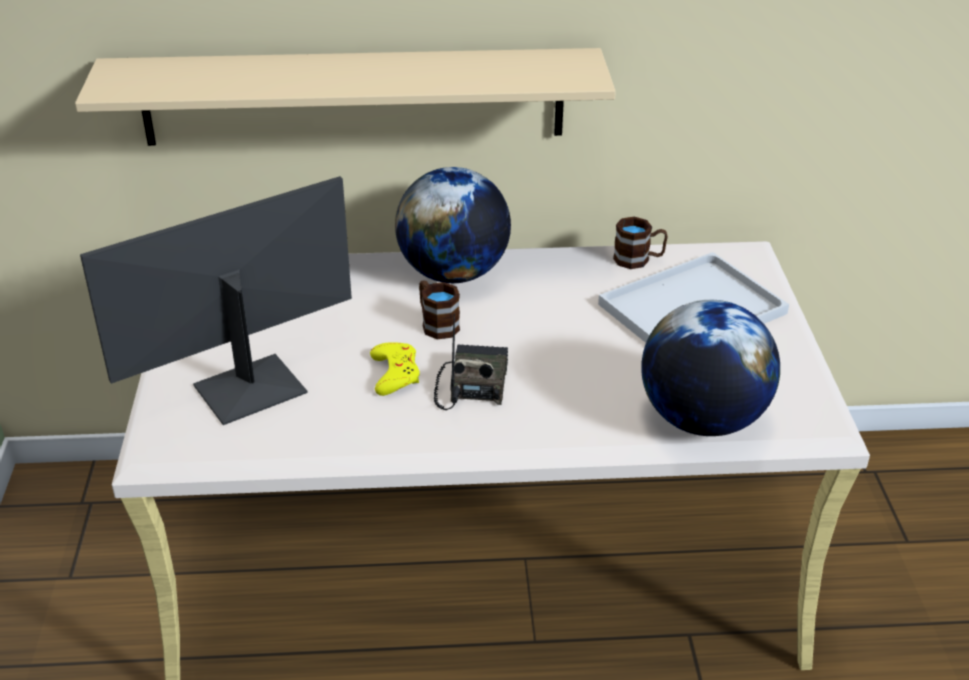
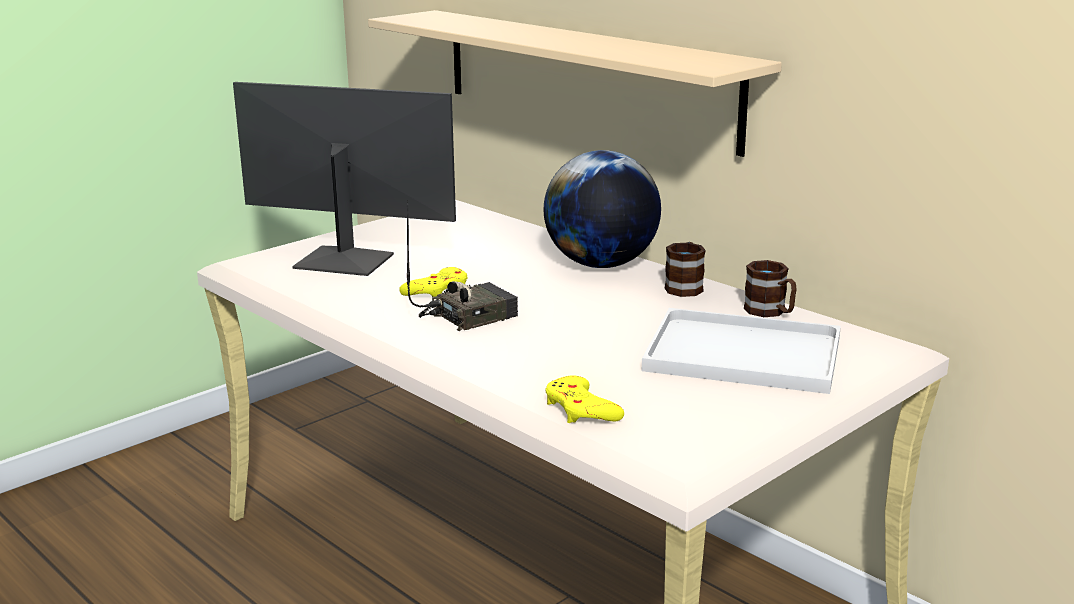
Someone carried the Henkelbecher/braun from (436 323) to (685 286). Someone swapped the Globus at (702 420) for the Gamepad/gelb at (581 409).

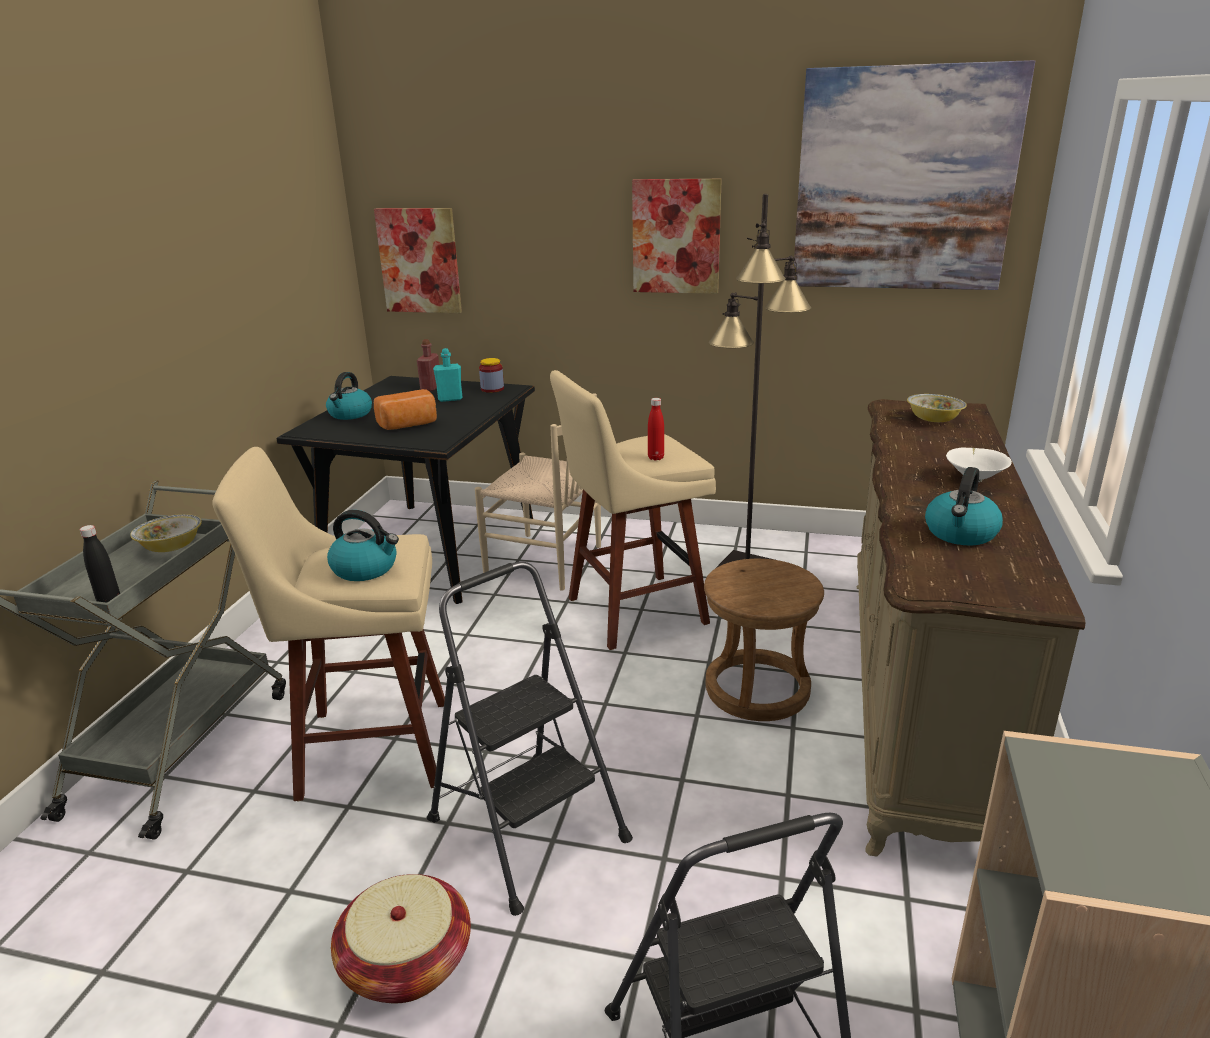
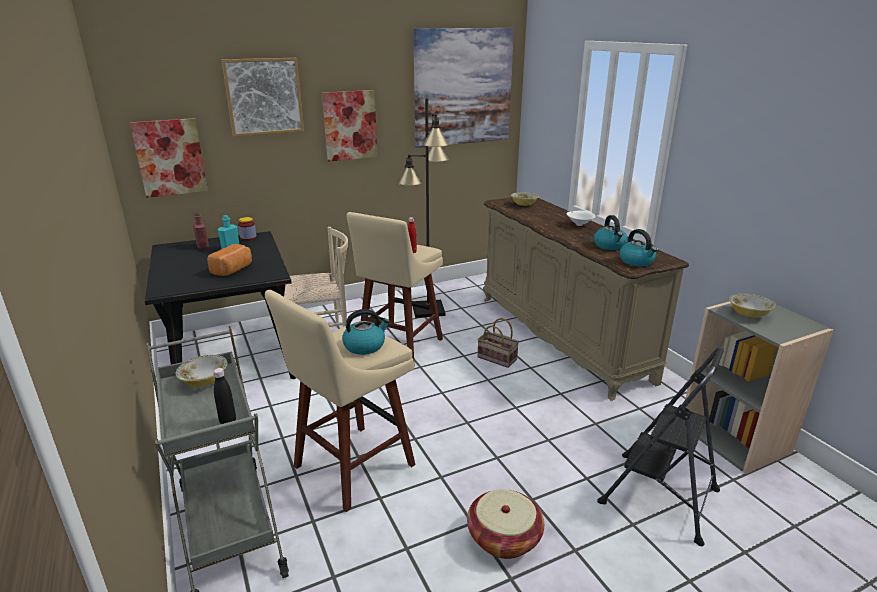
Someone took away the Trittleiter/schwarz at (524 823). Someone put up the Bild at (264 96). Someone put down the Schüssel at (748 314). Someone carried the Wasserkessel from (350 414) to (637 261). Someone swapped the Hocker/braun at (758 689) for the Korb at (498 358).

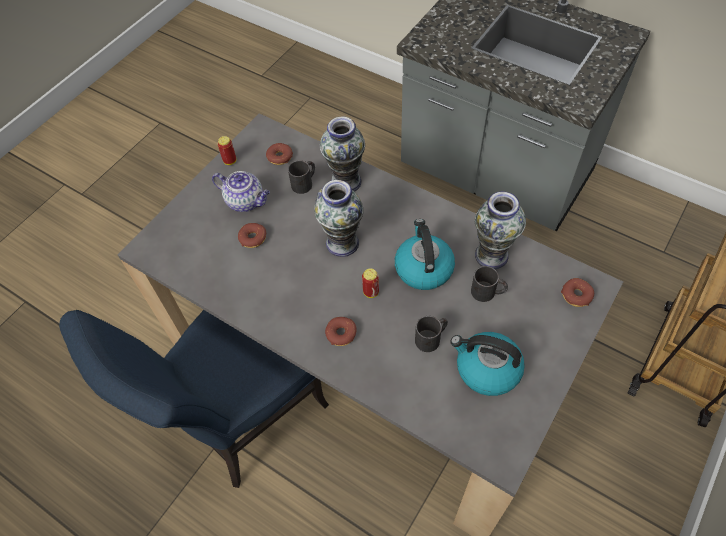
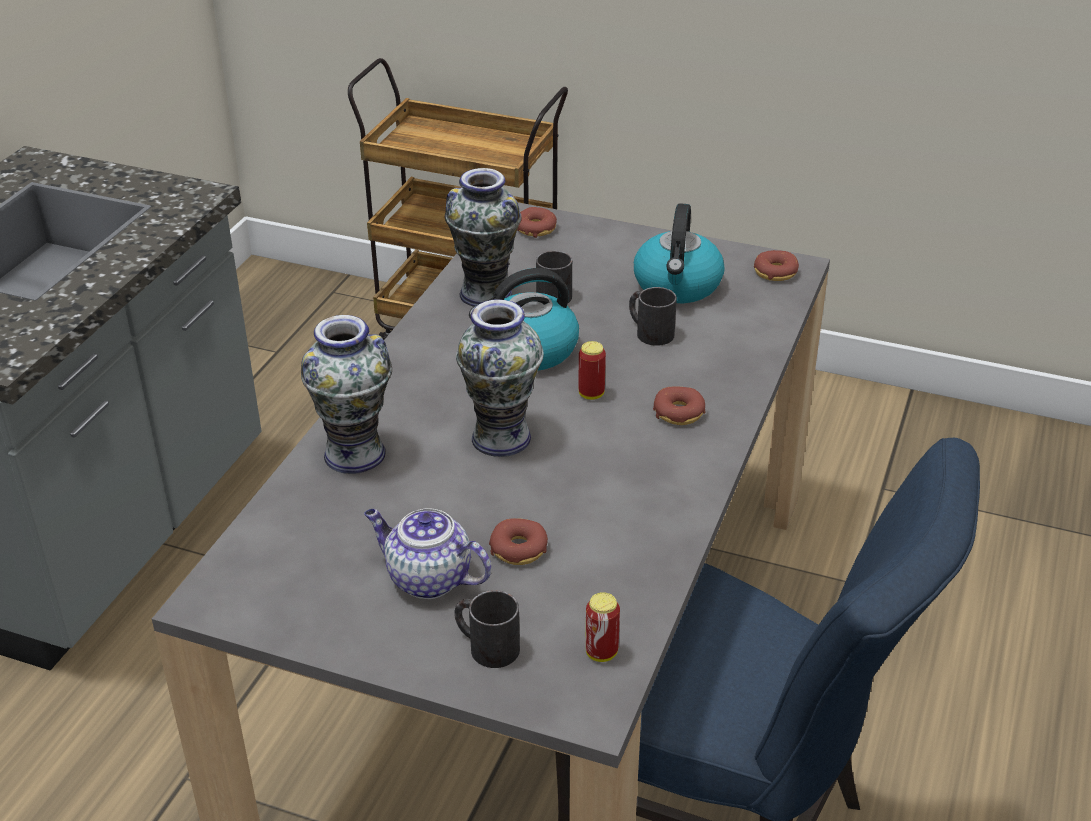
Someone carried the Dose from (230 161) to (601 653). Someone carried the Donut from (279 157) to (775 272). Someone carried the Henkelbecher/schwarz from (305 182) to (486 645). Someone rotated the Teekanne at (246 201) by 75 degrees counterclockwise.

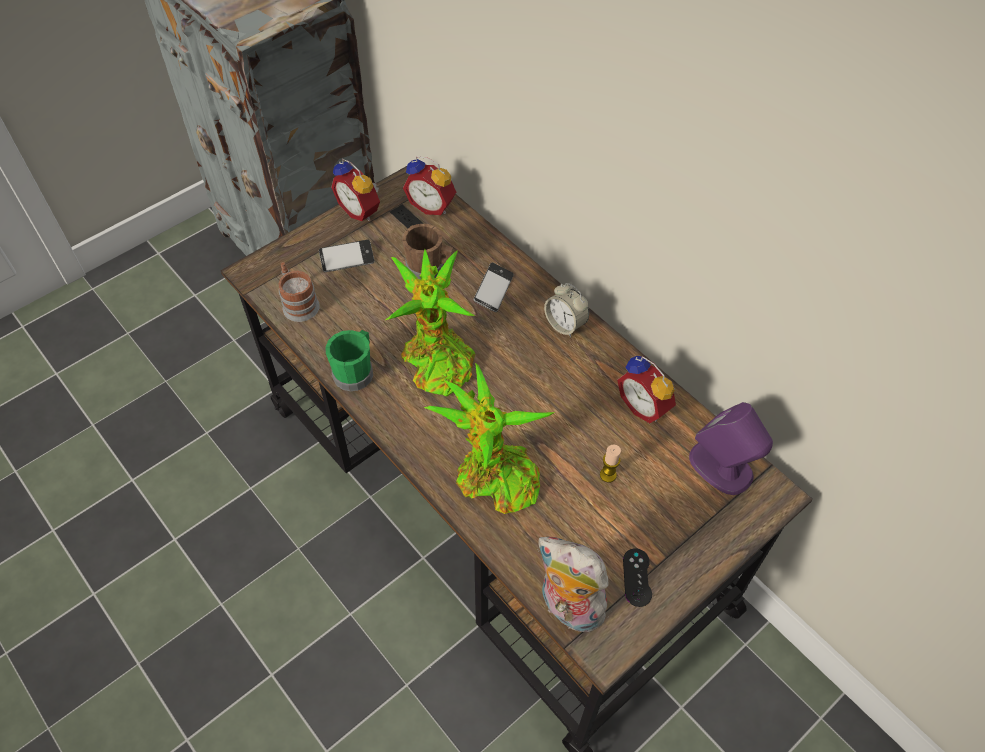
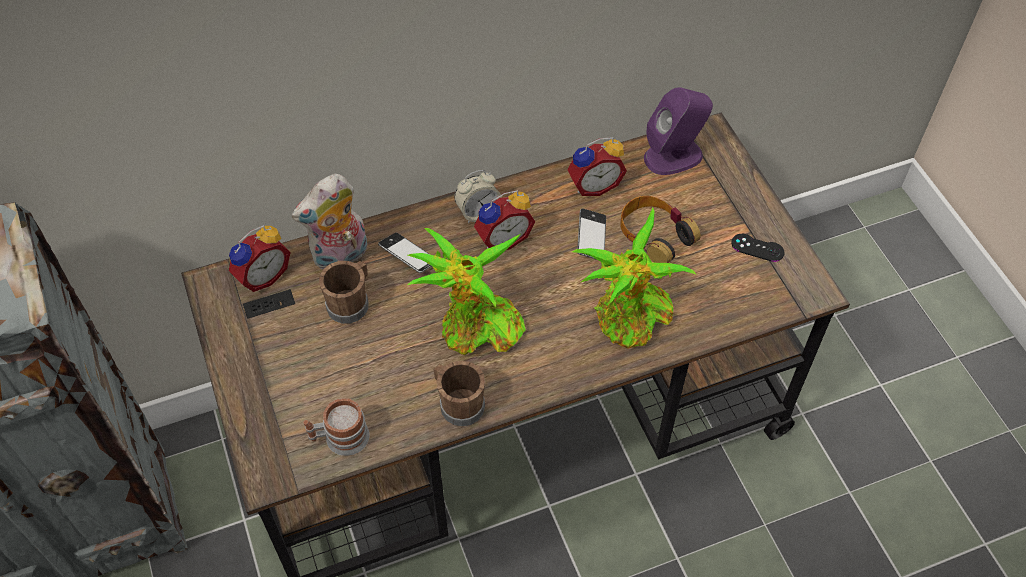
Someone carried the Handy from (347 259) to (591 237). Someone carried the Wecker from (361 210) to (502 238). Someone carried the Plüschtier from (567 608) to (340 256). Someone swapped the Kerze at (608 475) for the Kopfhörer at (655 235). Someone repainted the Henkelbecher/grün at (355 371), which became the Henkelbecher/braun at (458 403).

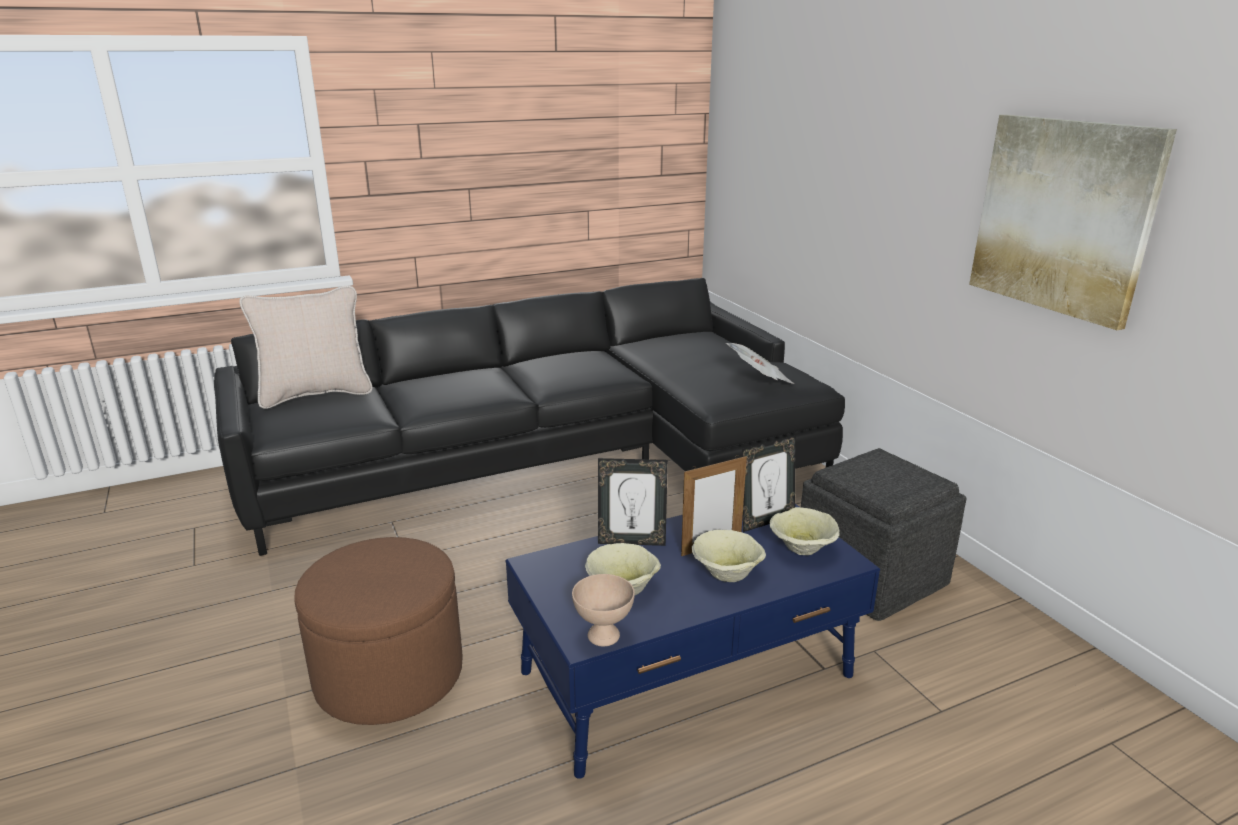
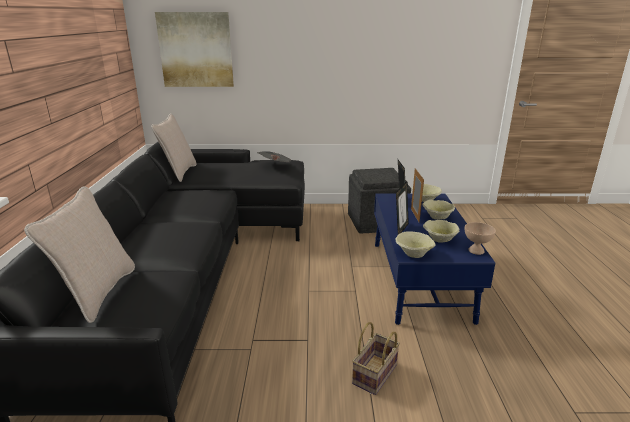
Someone put down the Kissen/beige at (179 173). Someone put down the Schüssel/beige at (414 253). Someone carried the Bild from (1063 216) to (196 50). Someone swapped the Polsterhocker/braun at (389 675) for the Korb at (375 375).

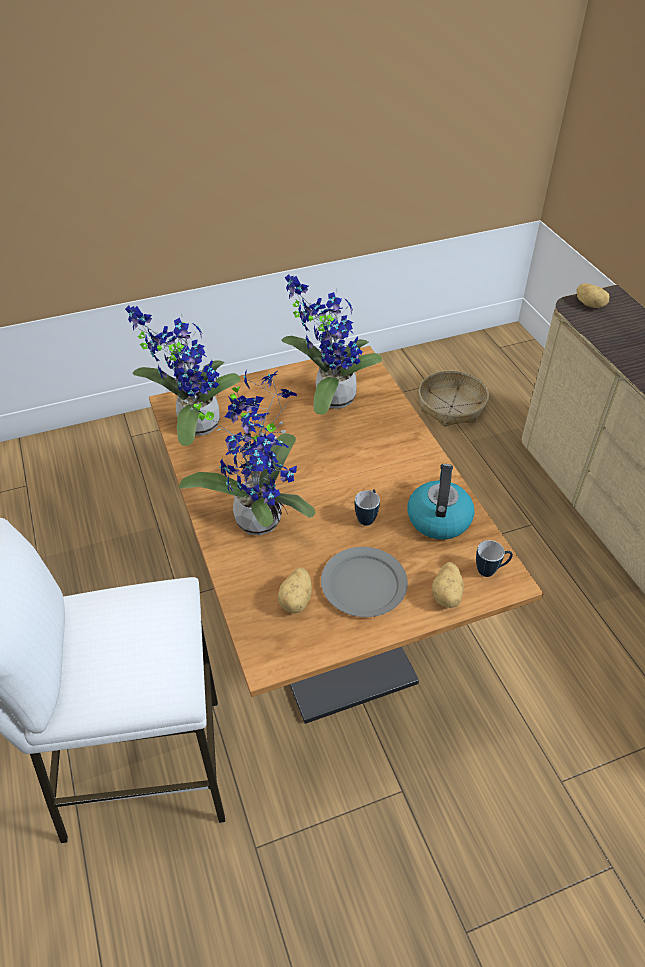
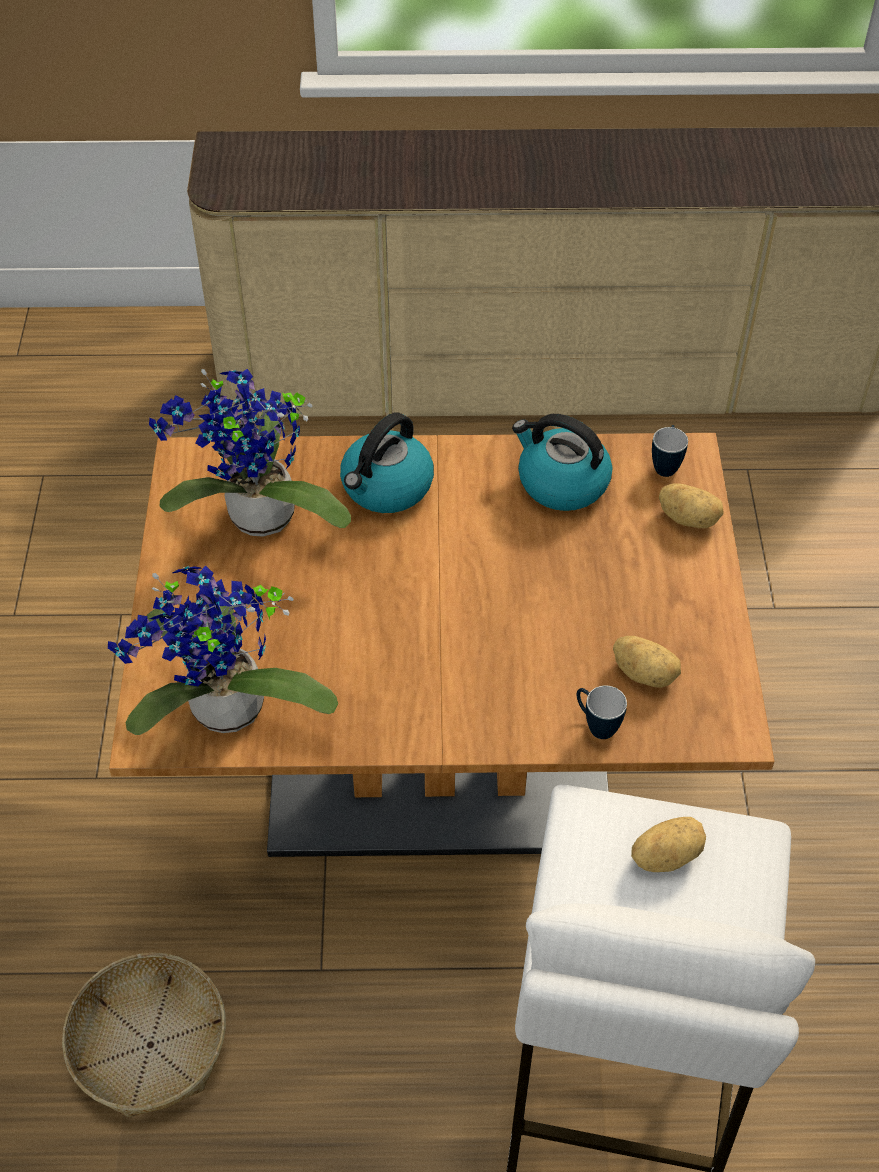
Someone took away the Topfpflanze at (259 515). Someone took away the Teller/grau at (363 584). Someone put down the Wasserkessel at (386 487). Someone carried the Henkelbecher from (367 517) to (596 725). Someone carried the Korb from (451 406) to (150 1044). Someone carried the Kartoffel from (590 304) to (665 855).

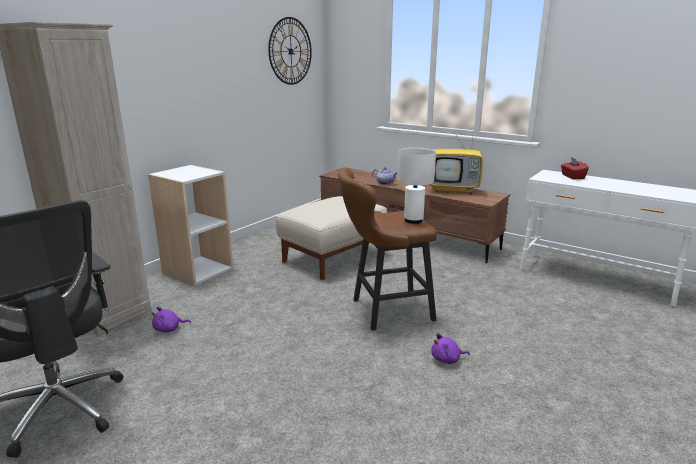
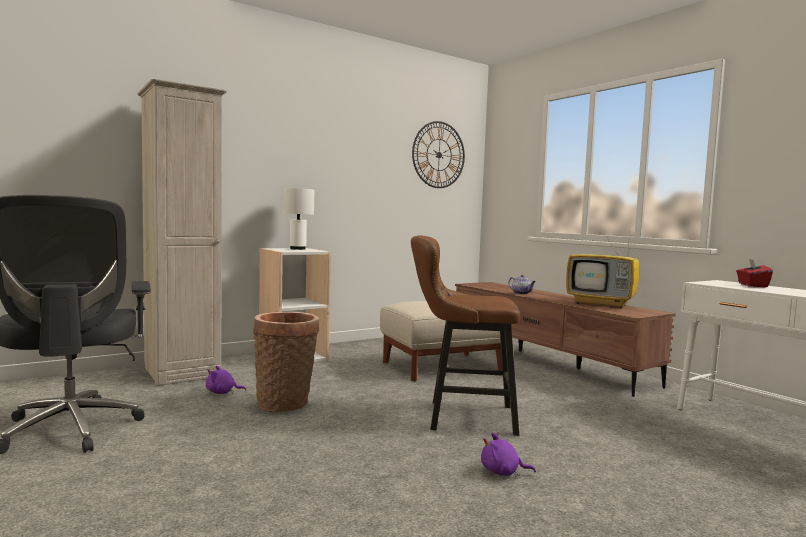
Someone put down the Korb at (285 404). Someone carried the Tischlampe/weiß from (413 220) to (298 249).

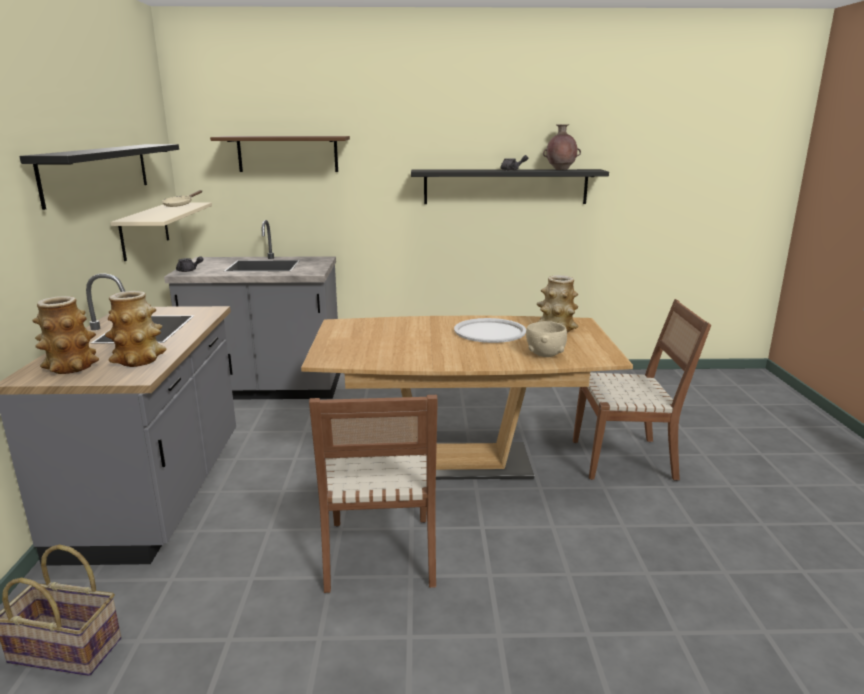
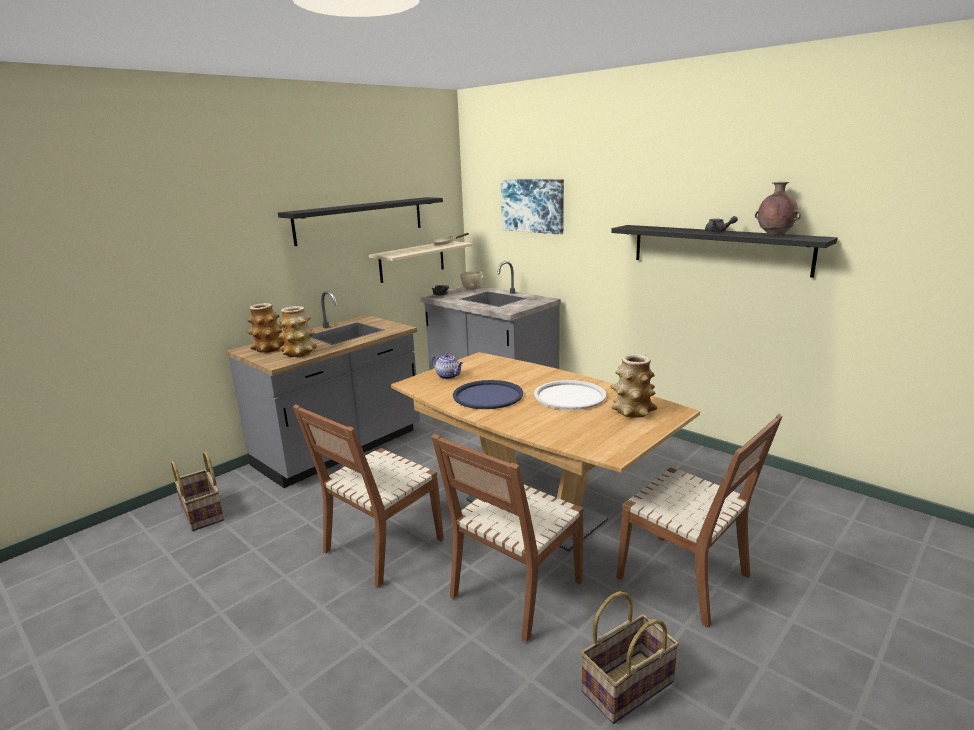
Someone put down the Teekanne at (448 376). Someone put down the Stuhl at (513 593). Someone put down the Tablett/blau at (488 395). Someone put down the Korb at (627 685). Someone carried the Schüssel/beige from (545 354) to (472 289). Someone swapped the Wandregal/braun at (287 154) for the Bild at (533 205).

